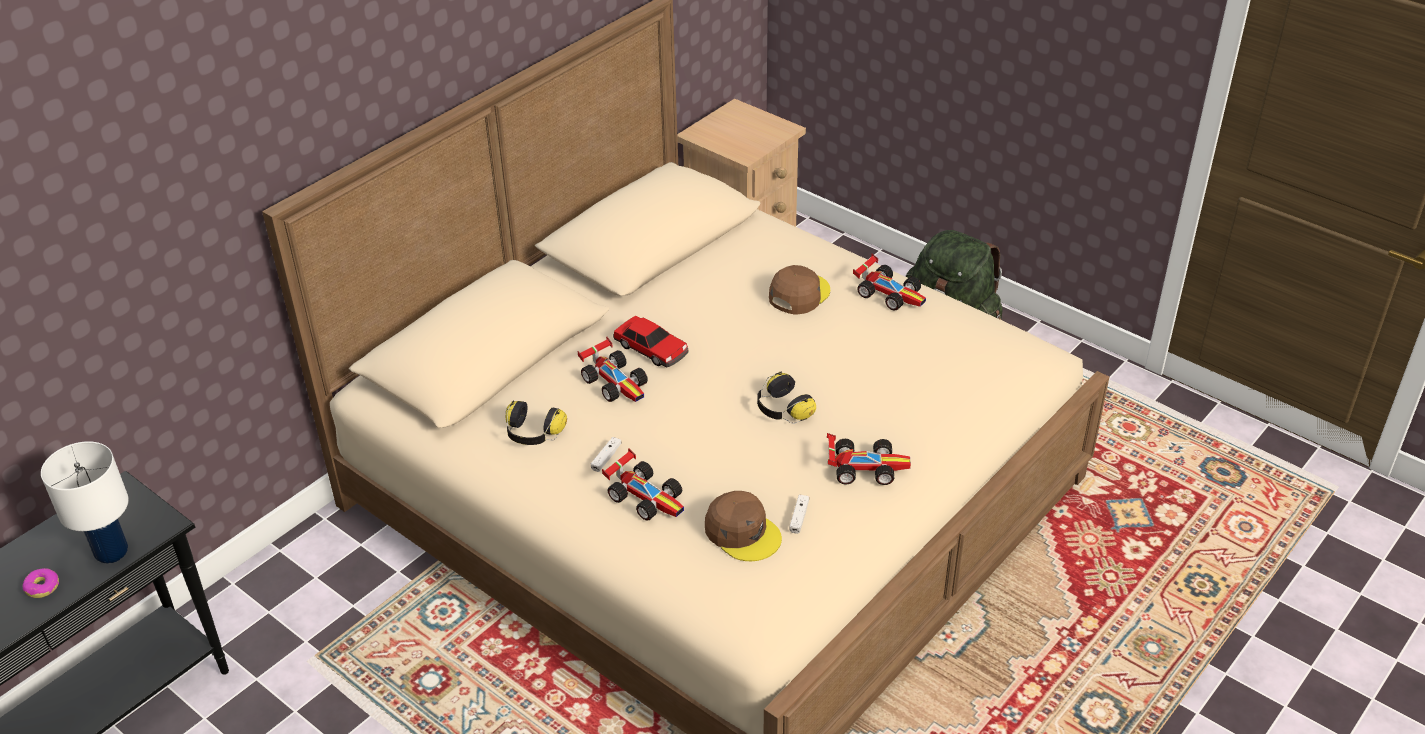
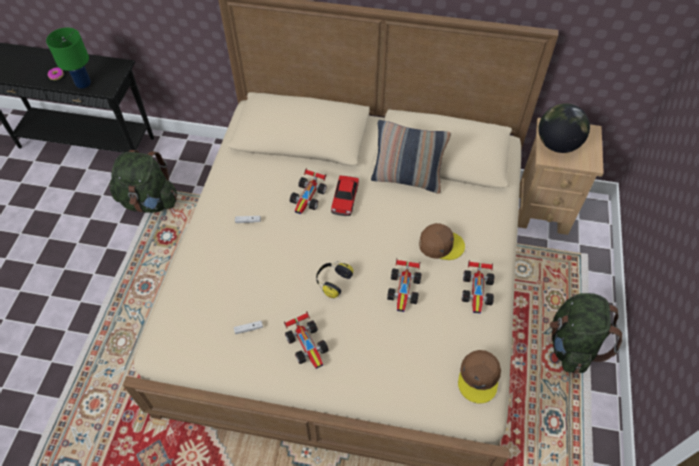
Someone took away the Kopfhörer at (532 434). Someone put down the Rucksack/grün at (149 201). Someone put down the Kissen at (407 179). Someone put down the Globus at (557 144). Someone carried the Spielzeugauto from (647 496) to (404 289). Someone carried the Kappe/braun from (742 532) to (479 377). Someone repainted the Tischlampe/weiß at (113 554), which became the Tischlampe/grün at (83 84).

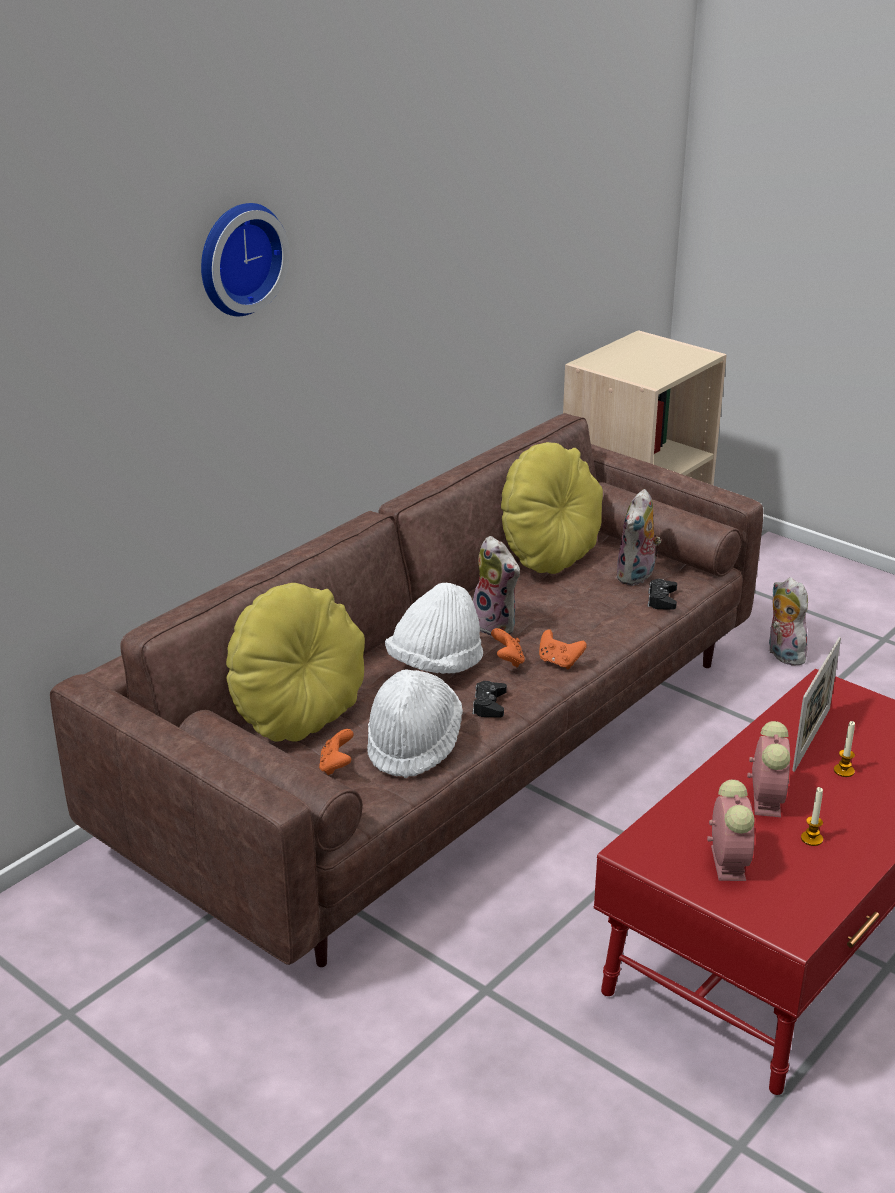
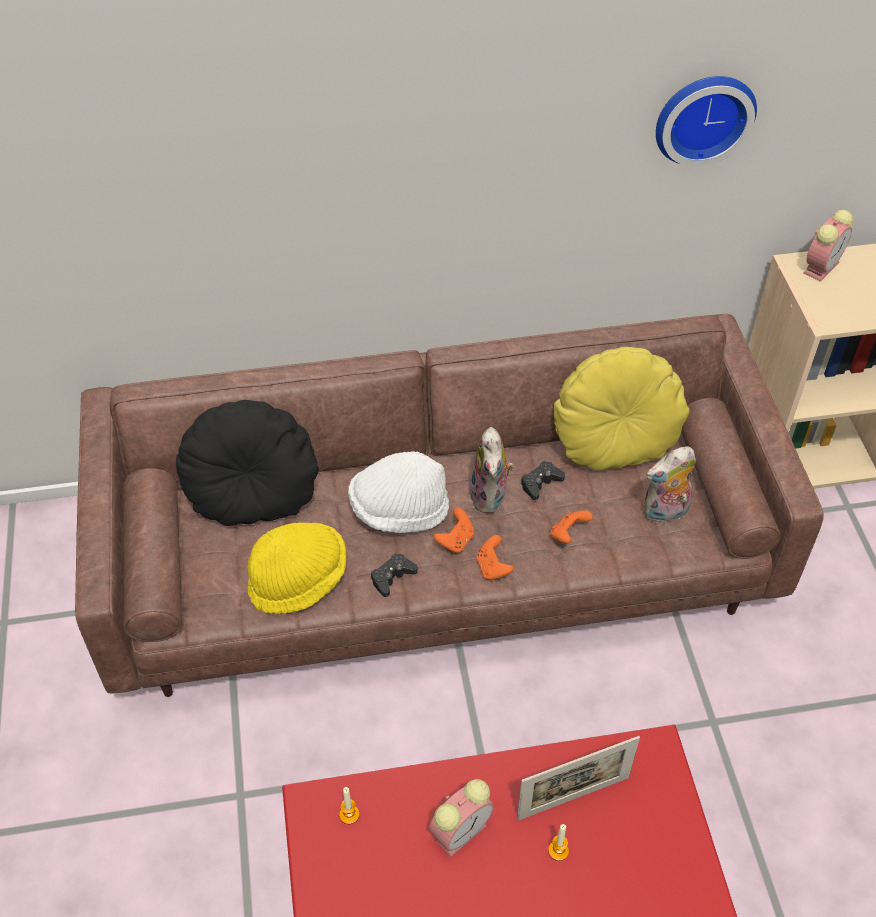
Someone took away the Plüschtier at (782 655). Someone carried the Wanduhr from (237 258) to (703 116). Someone carried the Gamepad/orange from (336 766) to (568 534). Someone carried the Gamepad/schwarz from (662 600) to (540 483). Someone carried the Wecker from (727 861) to (821 266). Someone carried the Kerze from (811 839) to (349 814). Someone repainted the Kissen/gelb at (300 720), which became the Kissen/schwarz at (255 503). Someone repainted the Hut/weiß at (413 744), which became the Hut/gelb at (298 580).

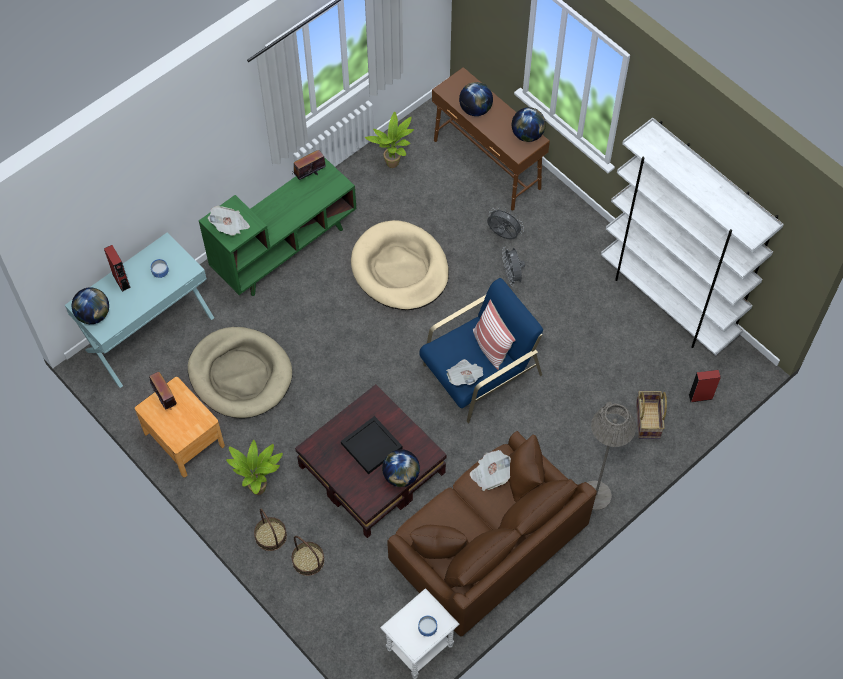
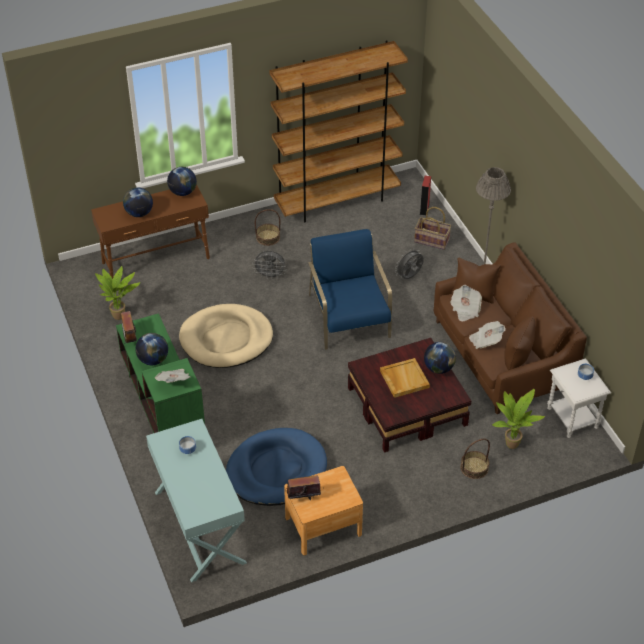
Someone took away the Lautsprecher/rot at (121 281). Someone took away the Kissen at (490 347). Someone carried the Globus from (94 315) to (153 360). Someone carried the Topfpflanze from (260 487) to (510 443). Someone carried the Korb from (271 536) to (268 237). Someone carried the Zeitung from (464 377) to (485 341). Someone carried the Ventilator/grau from (502 235) to (409 277). Someone repainted the Hundebett/beige at (240 374), which became the Hundebett/blau at (276 470). Someone repainted the Tablett/schwarz at (371 445), which became the Tablett/beige at (404 379). Someone repainted the Bücherregal/weiß at (668 301), which became the Bücherregal/braun at (337 201).

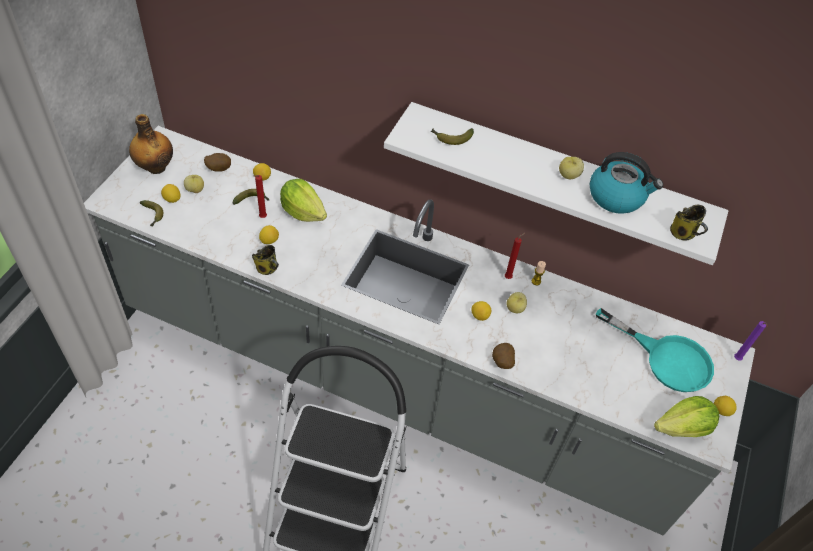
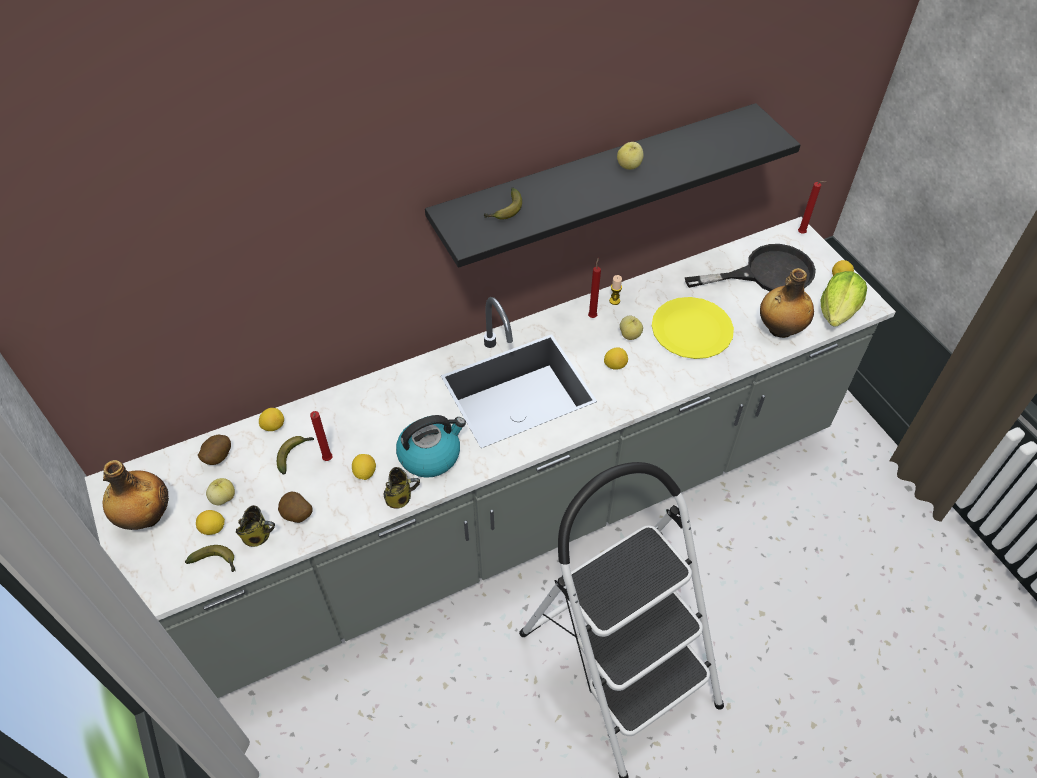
Someone took away the Salatkopf at (303 212). Someone put down the Teller/gelb at (691 329). Someone put down the Flasche at (779 329). Someone carried the Kartoffel from (501 362) to (297 516). Someone carried the Wasserkessel from (617 196) to (430 455). Someone carried the Henkelbecher from (683 233) to (258 535). Someone repainted the Wandregal/weiß at (556 176), which became the Wandregal/schwarz at (596 181). Someone repainted the Pfanne/türkis at (667 358), which became the Pfanne/schwarz at (766 274). Someone repainted the Kerze/lila at (737 360), which became the Kerze/rot at (802 234).

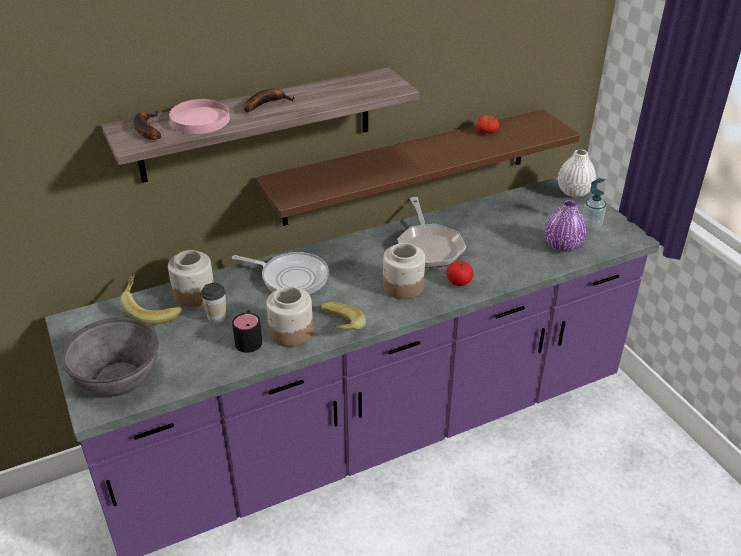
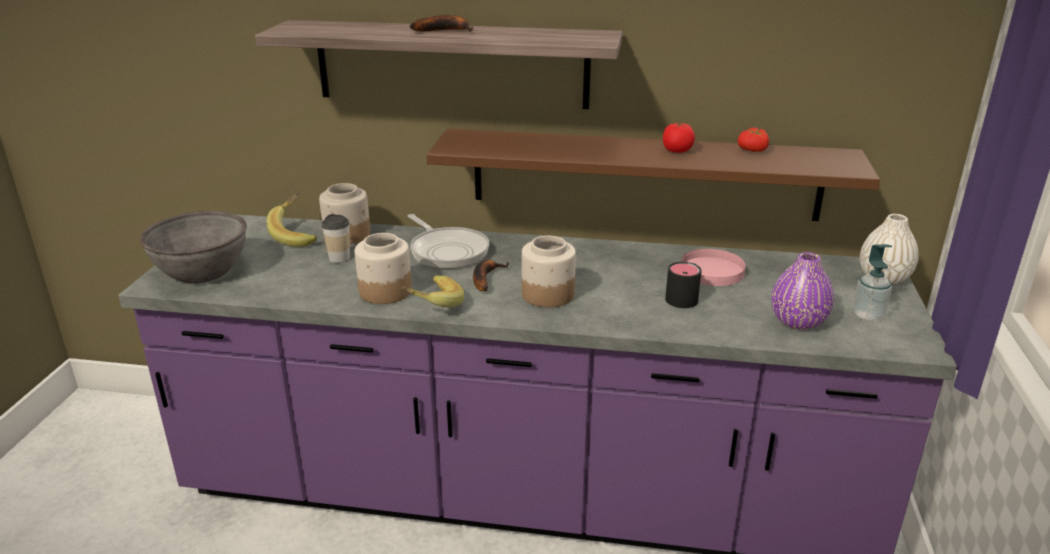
Someone took away the Pfanne at (429 247). Someone carried the Banane from (146 129) to (485 278). Someone carried the Teller/rosa from (200 119) to (712 271). Someone carried the Henkelbecher/schwarz from (249 338) to (684 296). Someone carried the Tomate from (459 282) to (677 150).

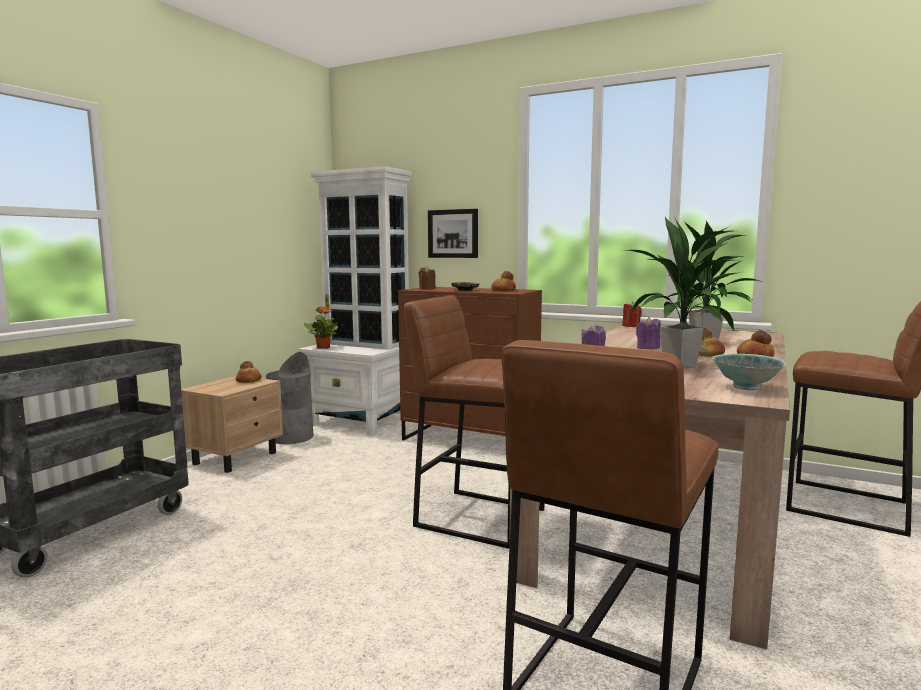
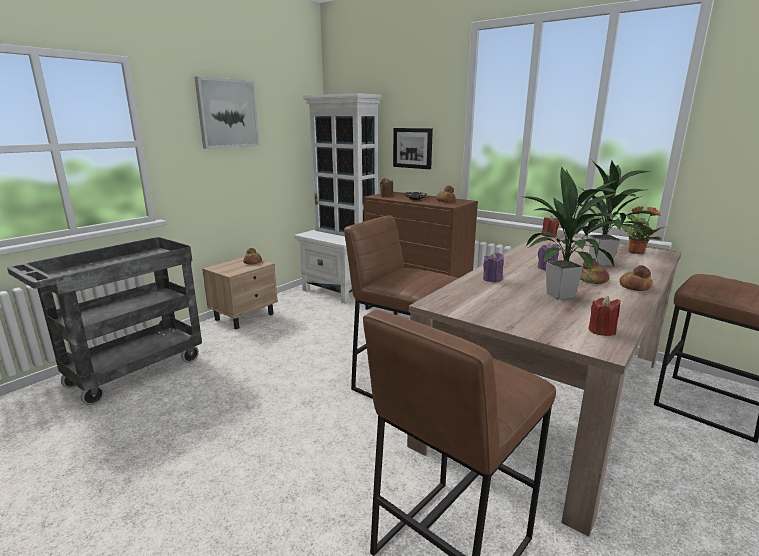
Someone took away the Mülleimer/grau at (291 437). Someone put up the Bild at (227 113). Someone carried the Topfpflanze from (323 347) to (635 252). Someone swapped the Schüssel at (745 387) for the Kerze/rot at (601 331).

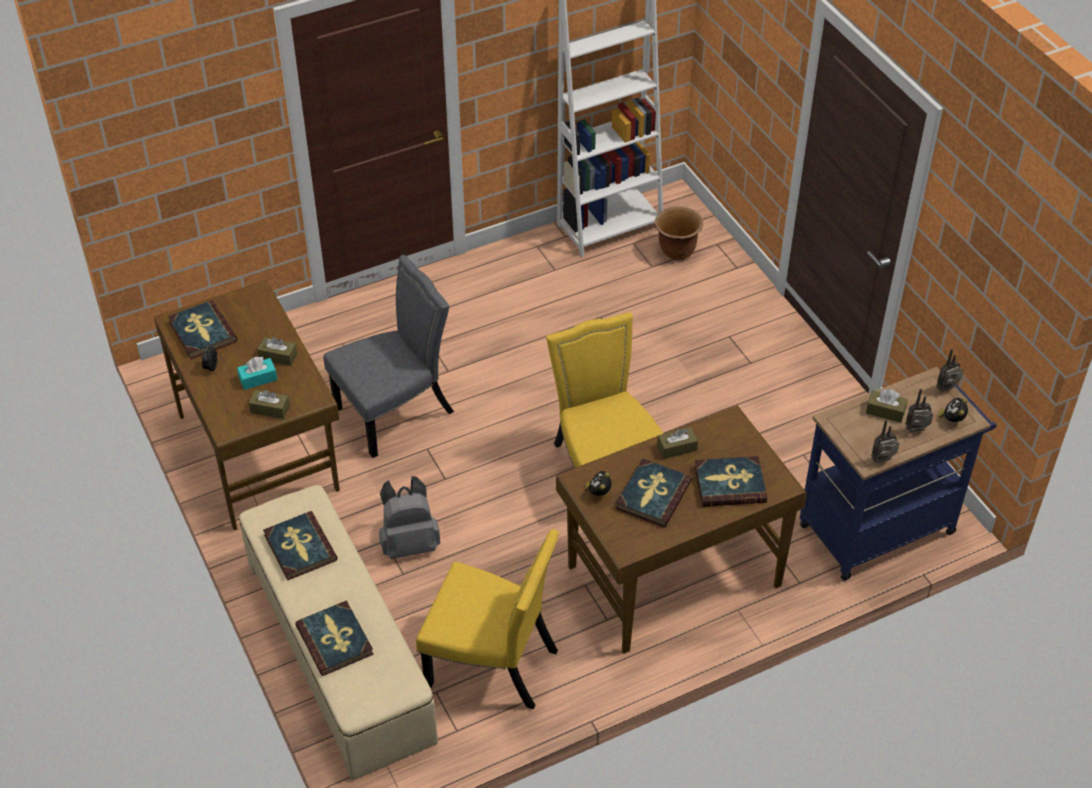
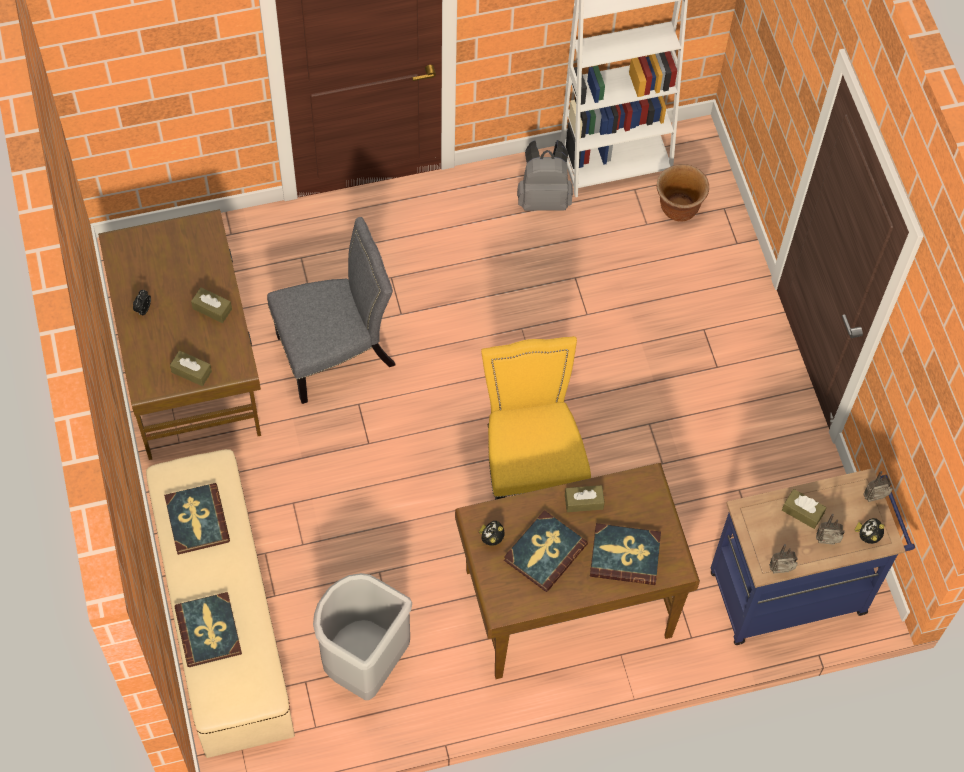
Someone took away the Buch at (202 332). Someone took away the Taschentuchbox/türkis at (258 379). Someone carried the Rucksack/grau from (409 543) to (543 198). Someone swapped the Stuhl/gelb at (490 664) for the Mülleimer/grau at (364 662).

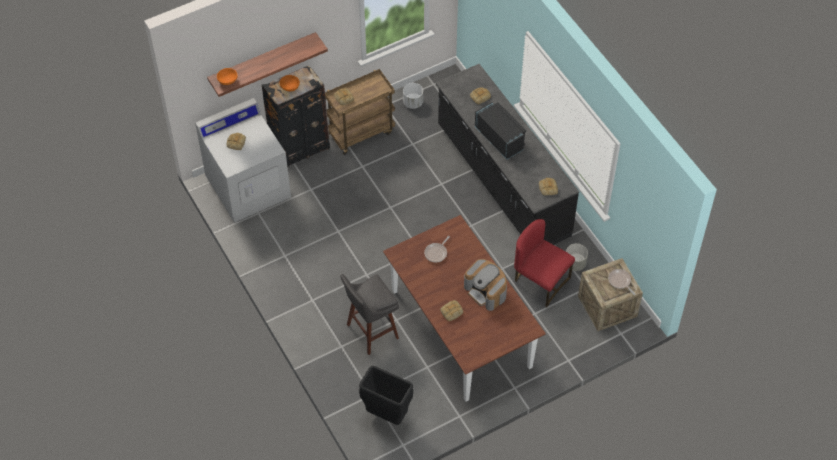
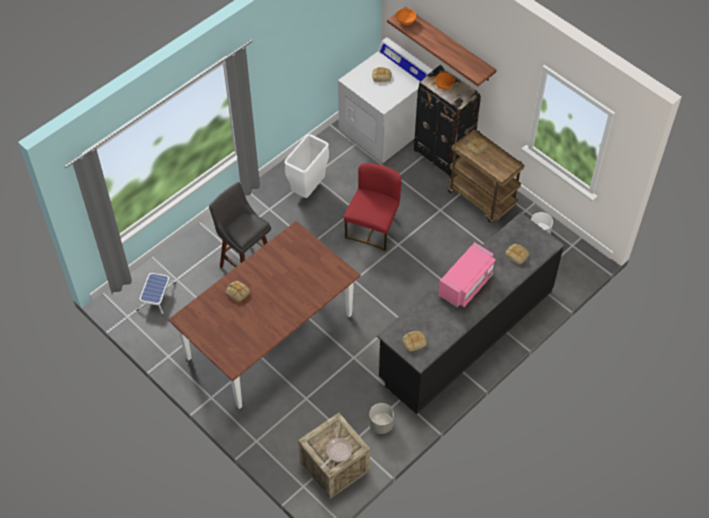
Someone took away the Pfanne at (436 253). Someone took away the Kaffeemaschine at (486 291). Someone put down the Mülleimer/weiß at (308 189). Someone carried the Stuhl/rot from (540 281) to (373 228). Someone swapped the Mülleimer/schwarz at (386 415) for the Trittleiter/blau at (156 296). Someone repainted the Mikrowelle/schwarz at (500 138), which became the Mikrowelle/rosa at (466 284).

